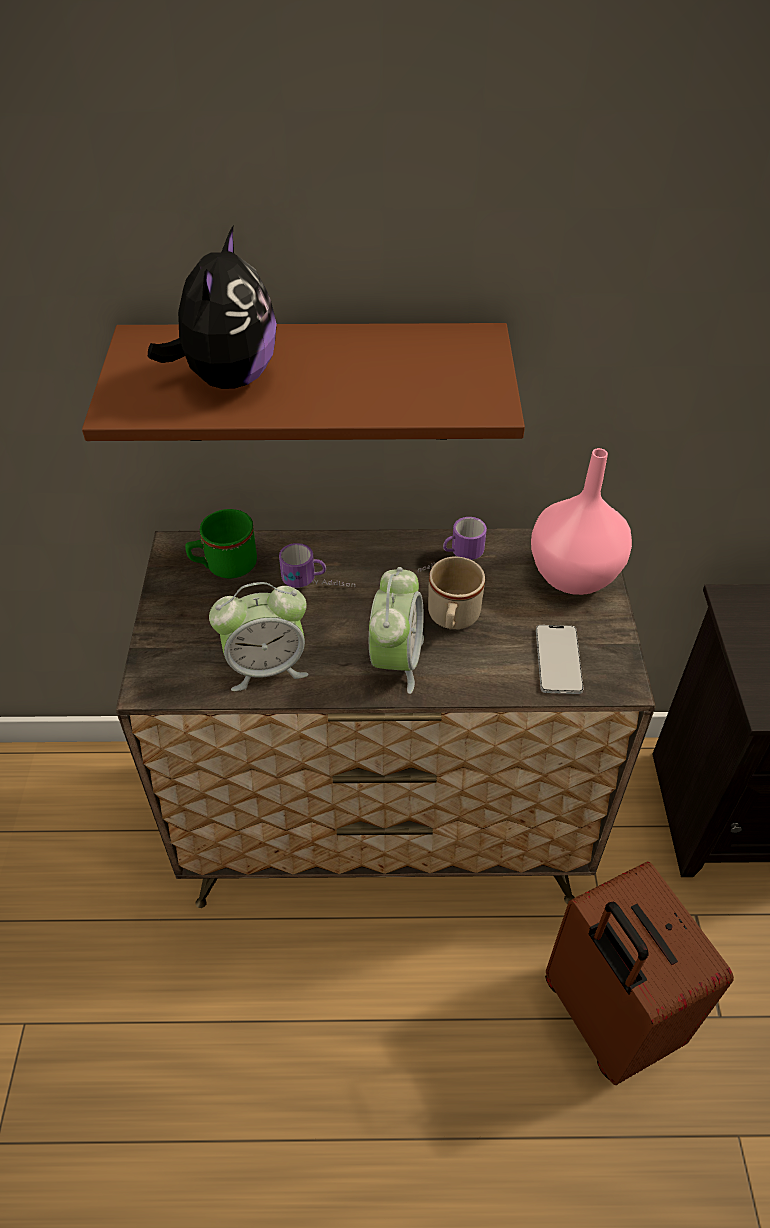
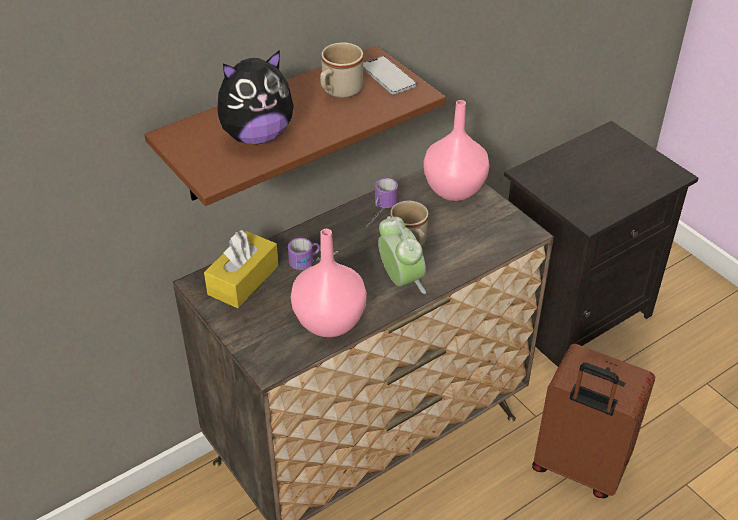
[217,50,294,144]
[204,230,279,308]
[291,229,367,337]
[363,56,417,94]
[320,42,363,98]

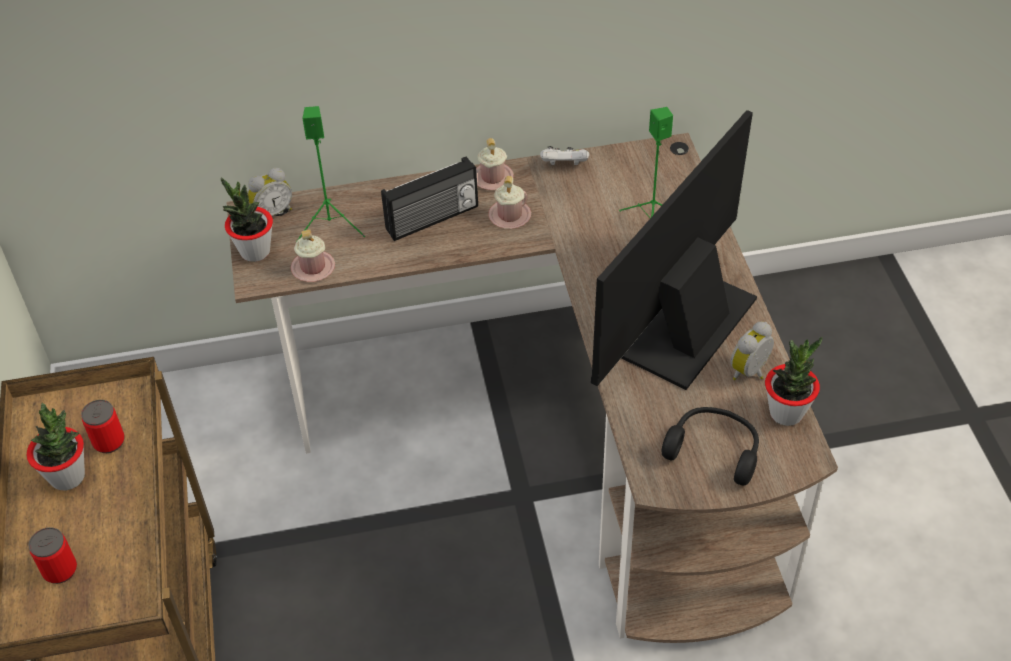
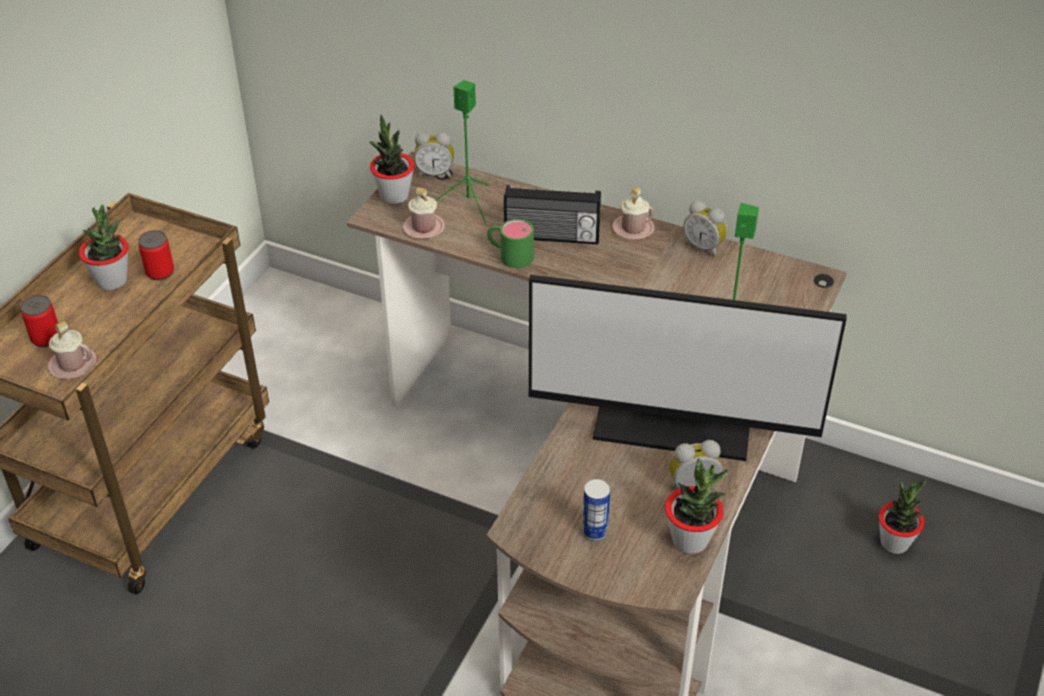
[529,275,847,461]
[684,200,727,257]
[48,321,97,379]
[582,479,610,541]
[487,219,534,268]
[879,477,926,554]

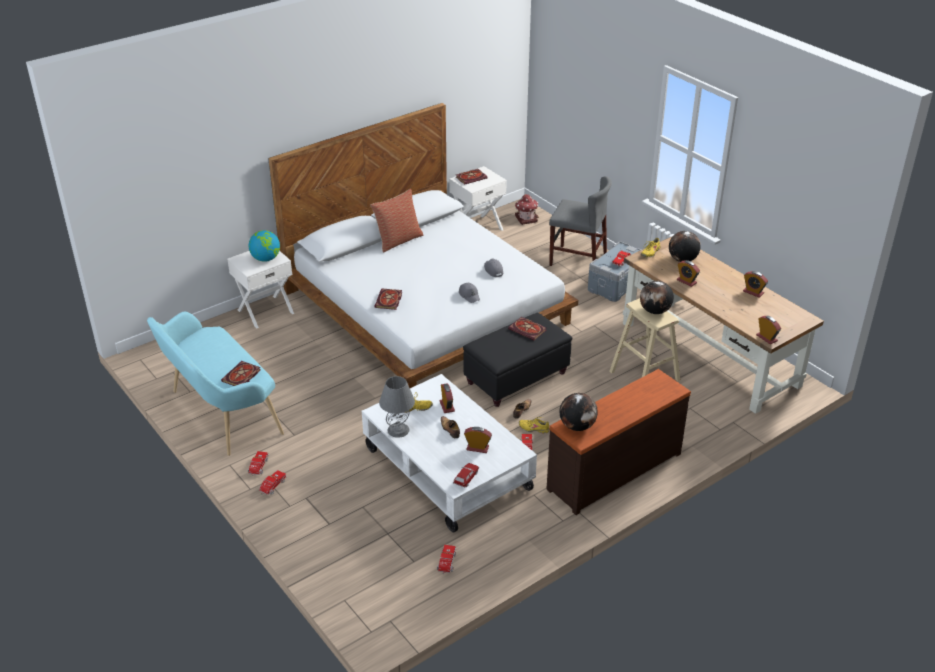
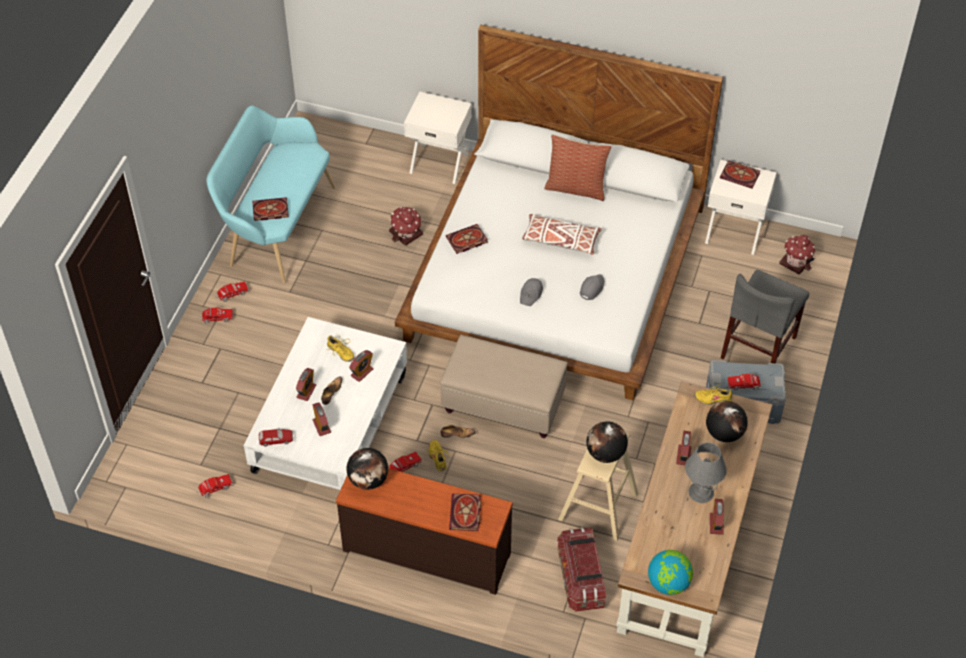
[721,270,809,363]
[648,550,693,595]
[440,335,568,438]
[296,368,316,401]
[449,494,481,531]
[685,442,727,503]
[389,207,423,246]
[522,214,602,255]
[557,527,606,611]

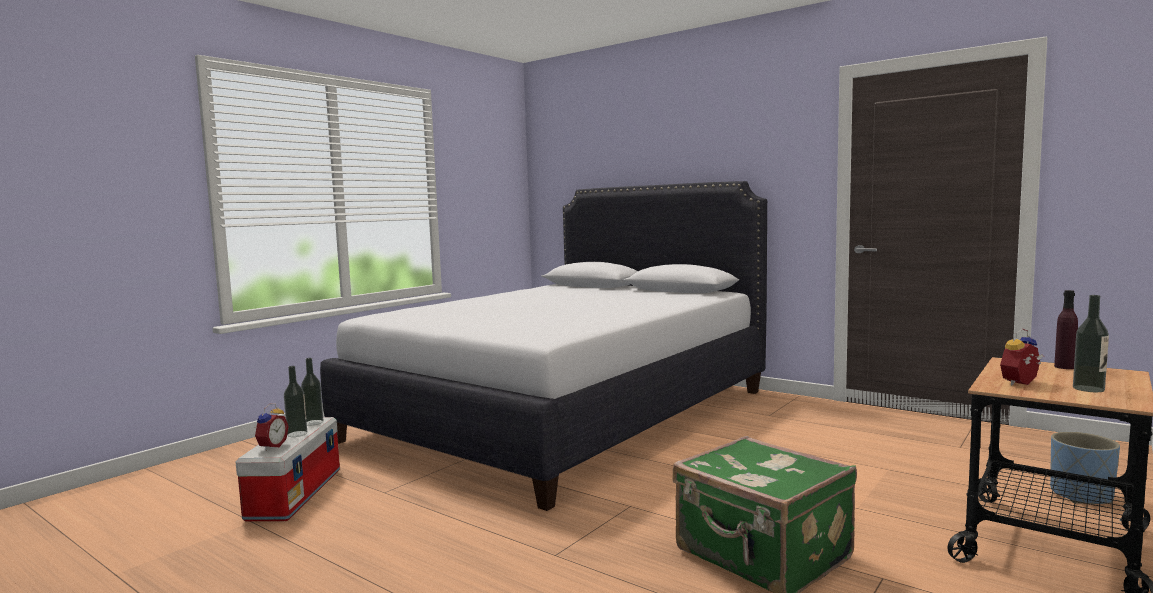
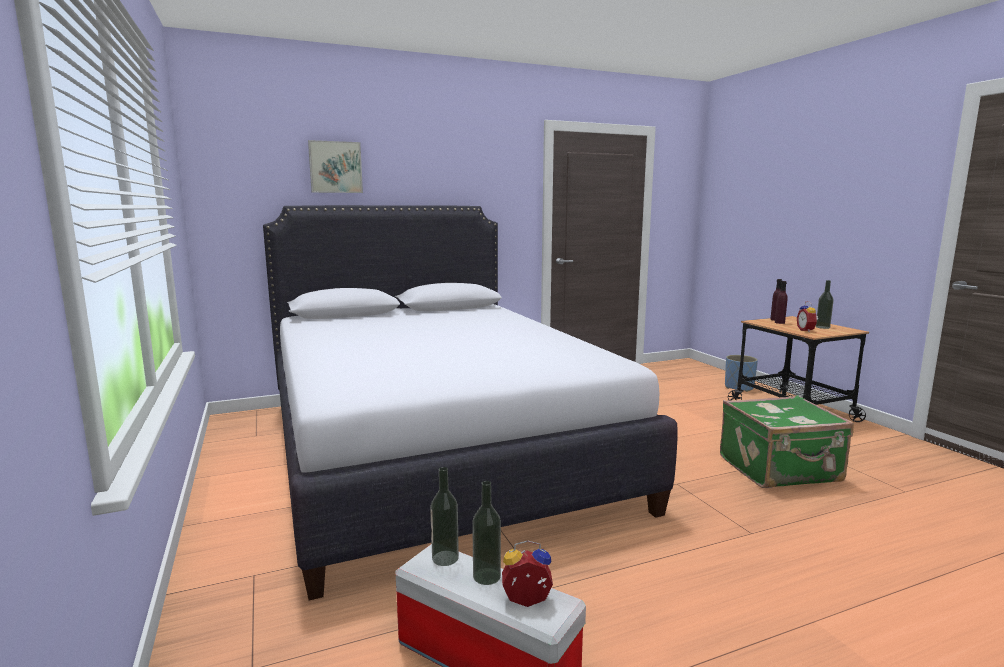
[502,540,553,607]
[308,140,363,193]
[775,281,788,324]

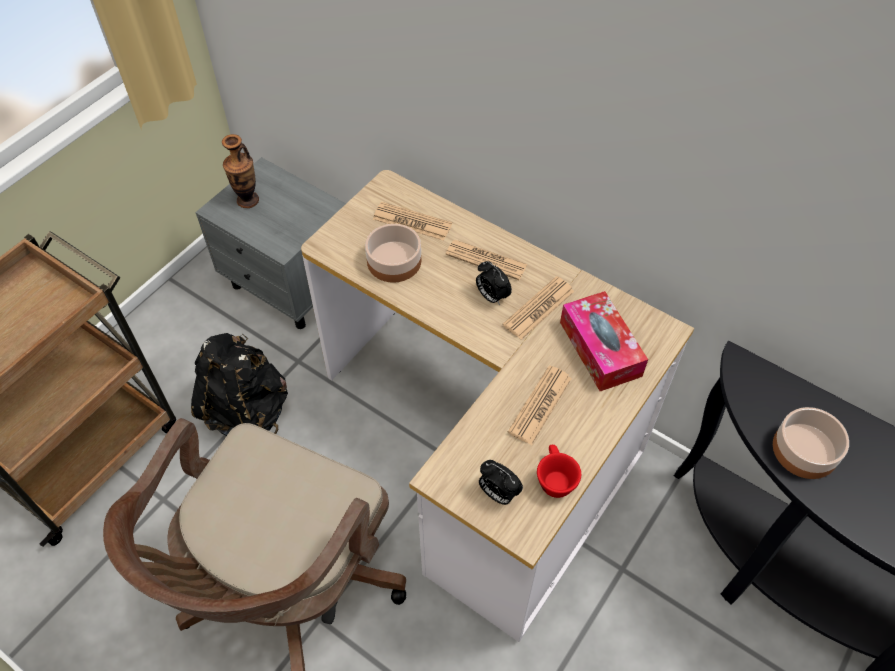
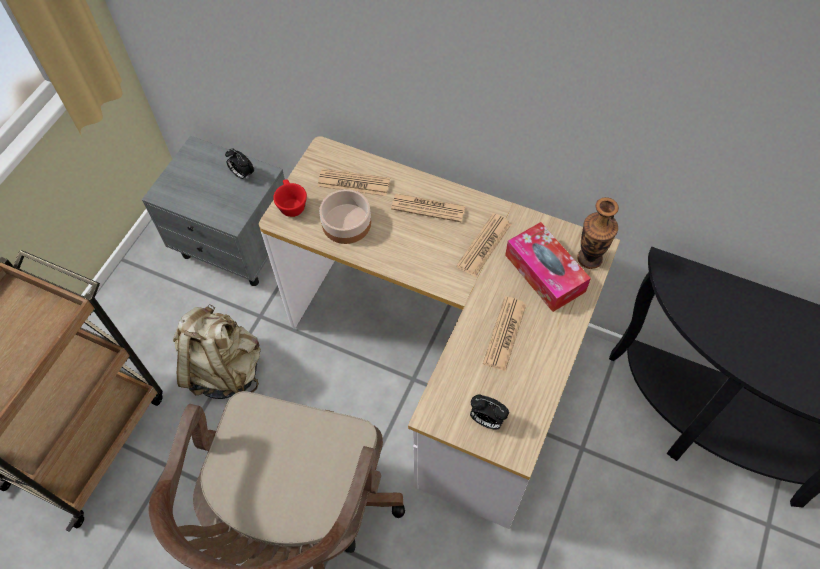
[577,197,619,269]
[225,149,254,180]
[173,304,261,399]
[773,407,849,479] (first image)
[273,179,307,217]

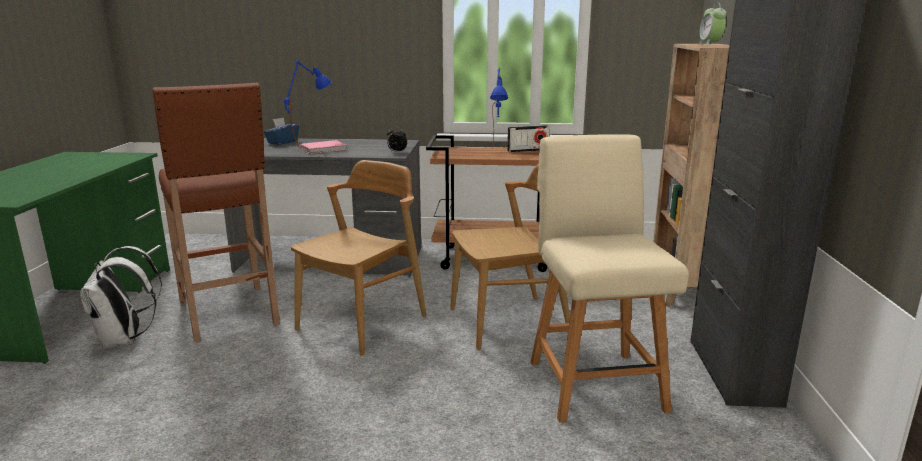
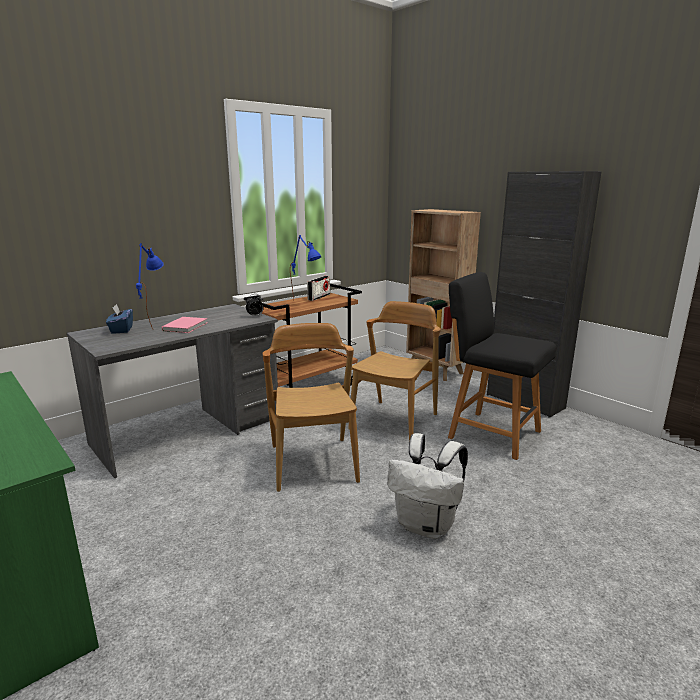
[698,3,727,46] (first image)
[153,83,280,343] (first image)
[448,272,556,460]
[387,433,468,539]

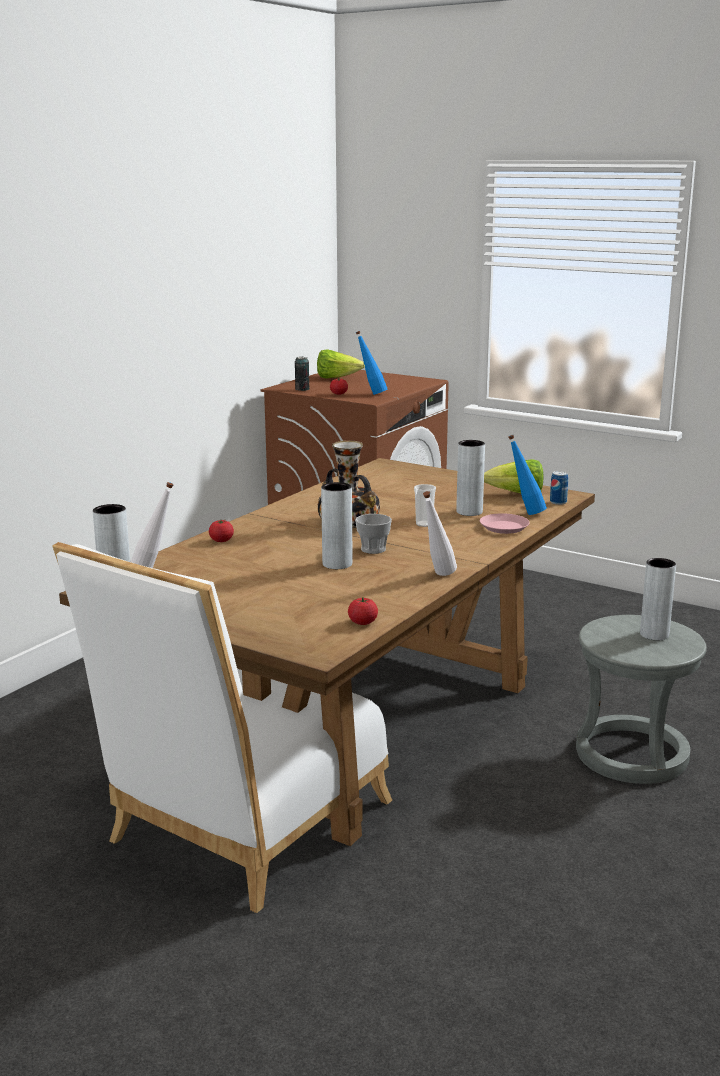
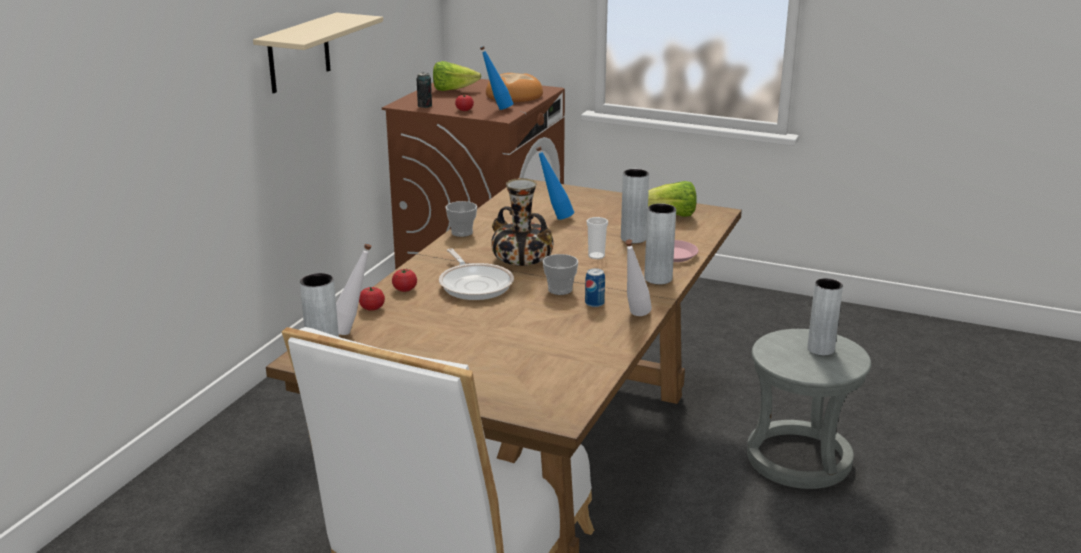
[536,146,574,220]
[585,268,605,307]
[644,203,676,284]
[359,287,385,311]
[253,12,383,93]
[486,73,543,102]
[446,201,477,237]
[439,248,514,300]

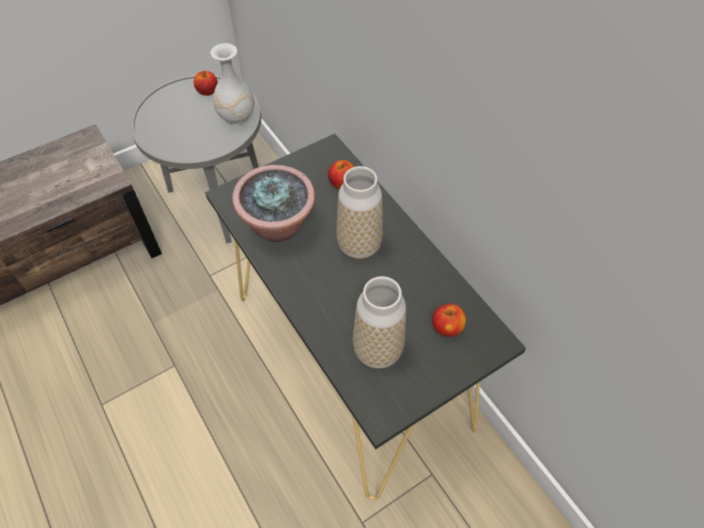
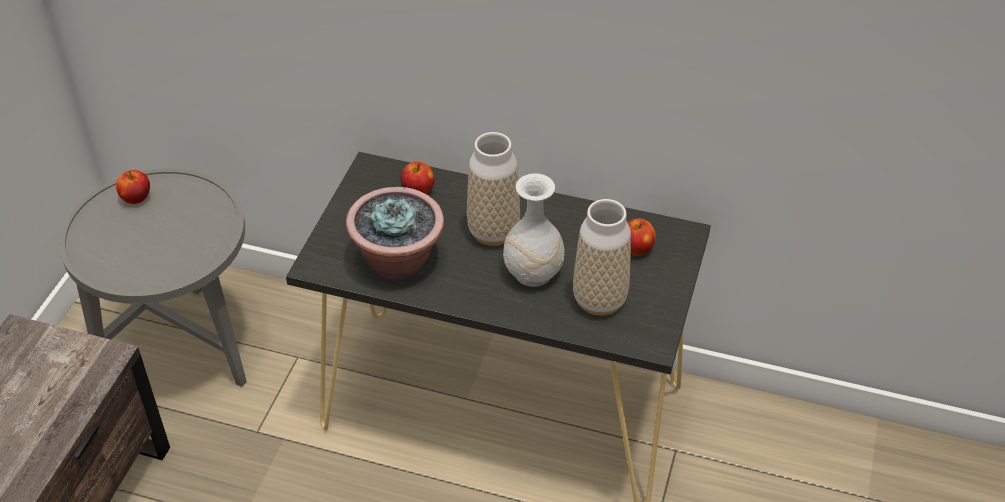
[503,173,565,287]

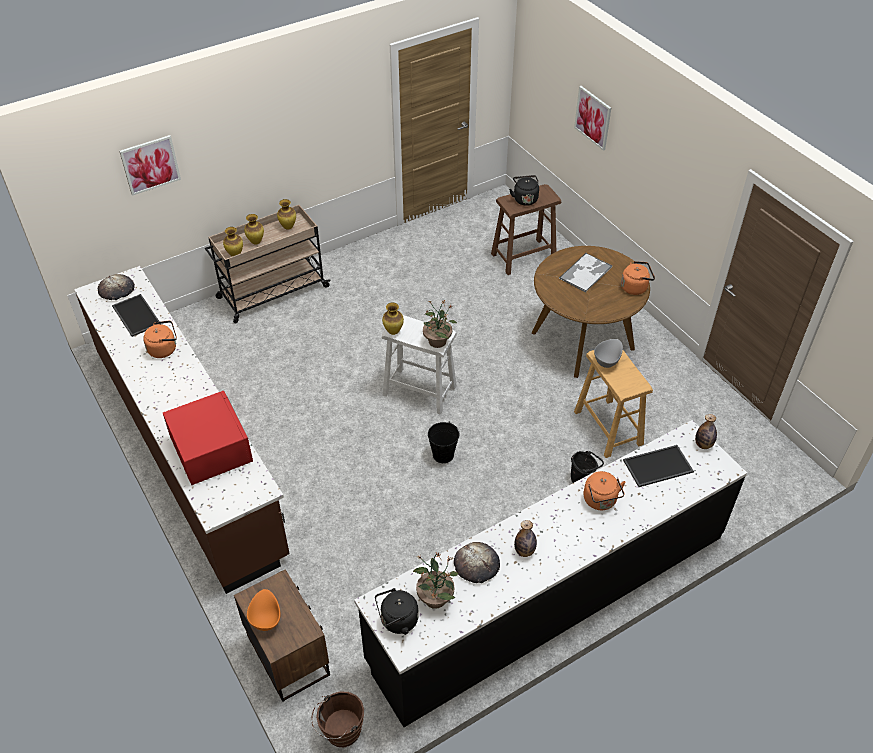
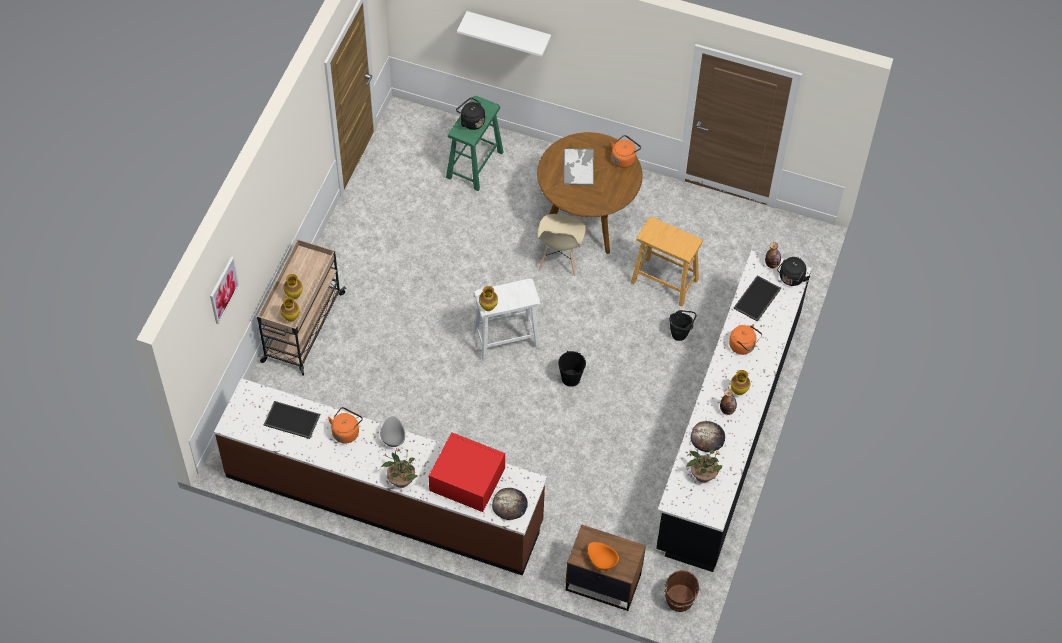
[457,11,551,57]
[446,96,503,191]
[730,370,750,395]
[492,488,528,520]
[382,448,418,488]
[380,416,405,447]
[777,257,810,286]
[538,214,586,276]

